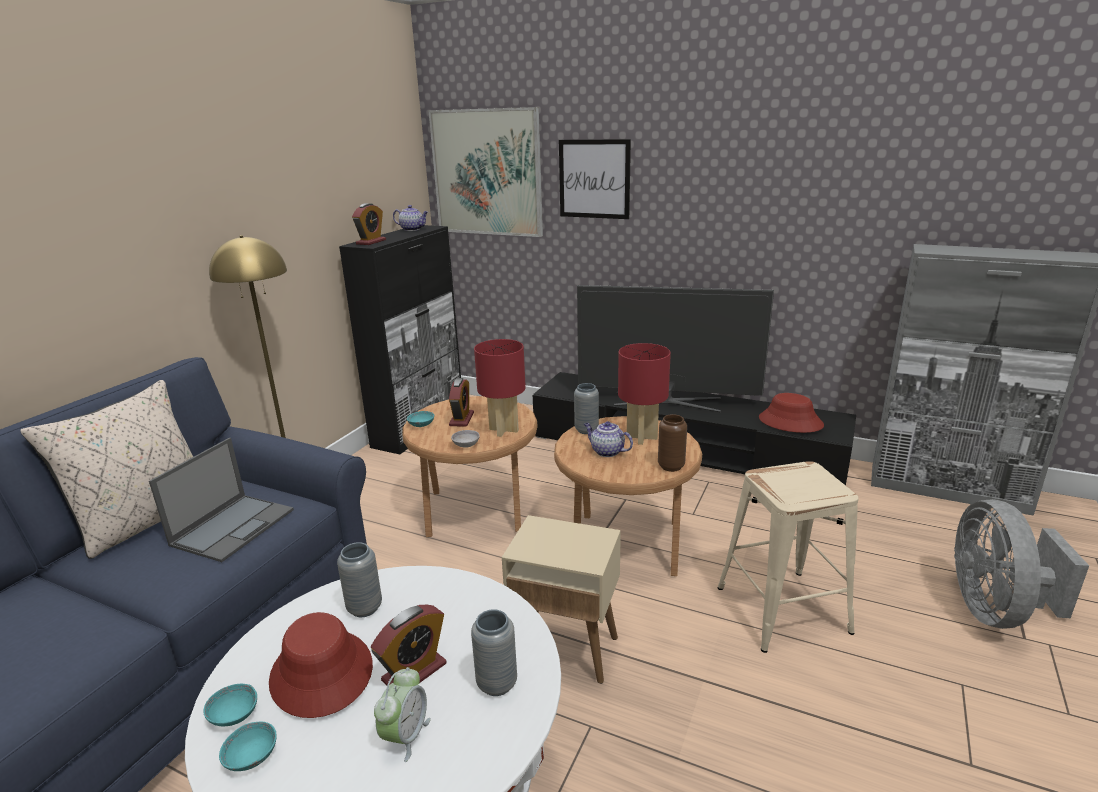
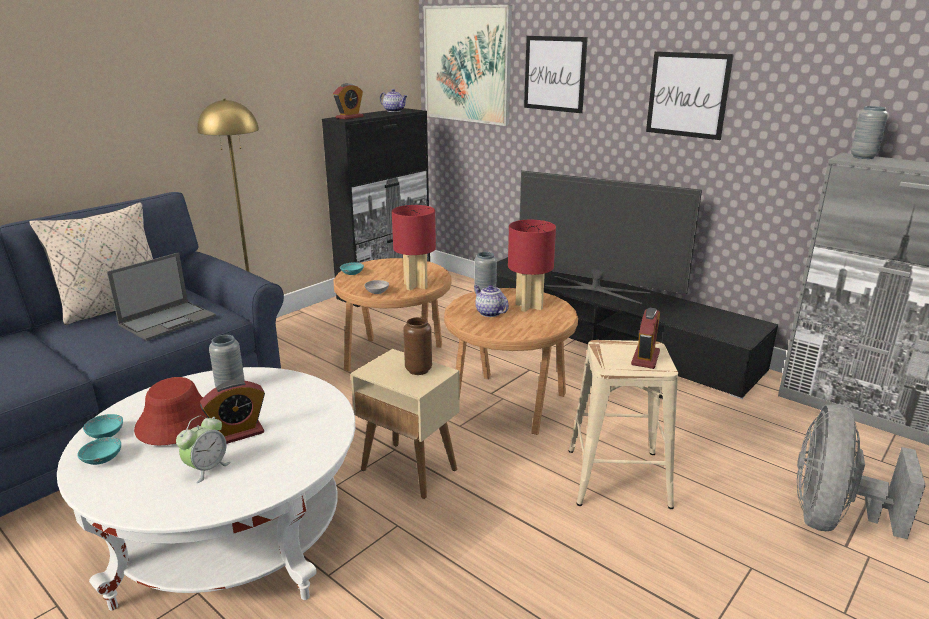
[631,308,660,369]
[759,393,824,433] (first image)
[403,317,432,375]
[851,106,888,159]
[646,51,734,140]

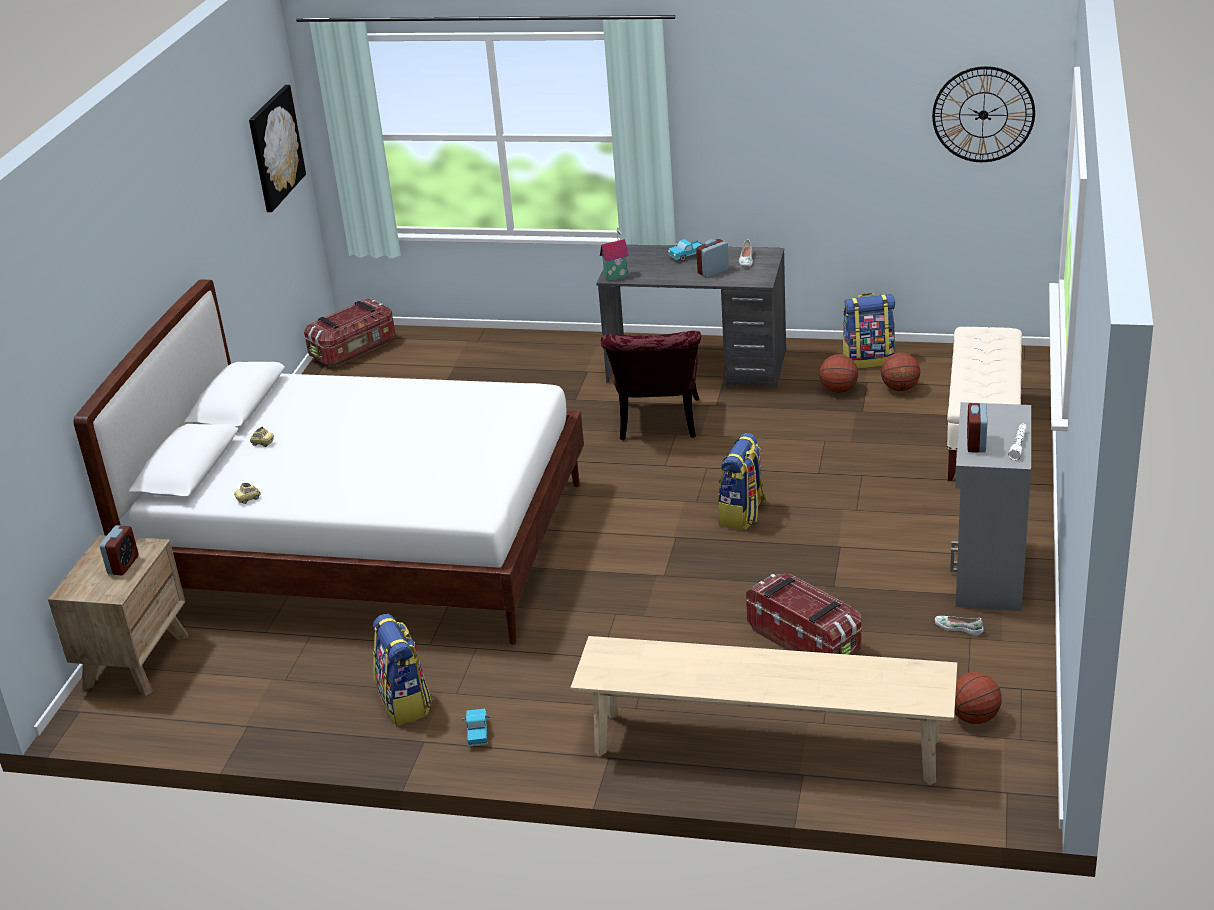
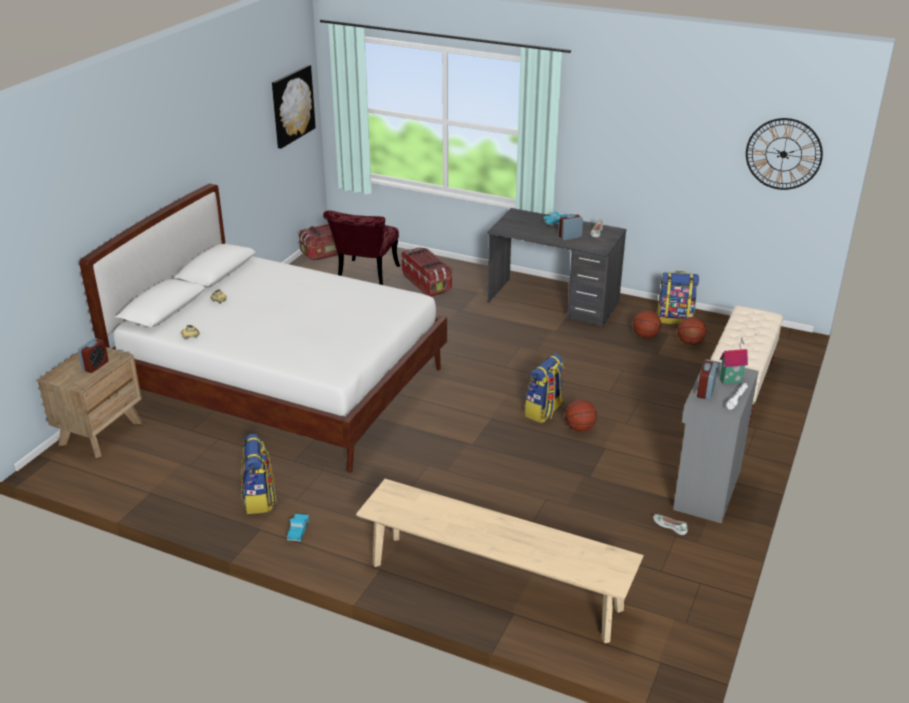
[720,337,748,384]
[323,210,400,285]
[401,247,452,297]
[565,400,597,431]

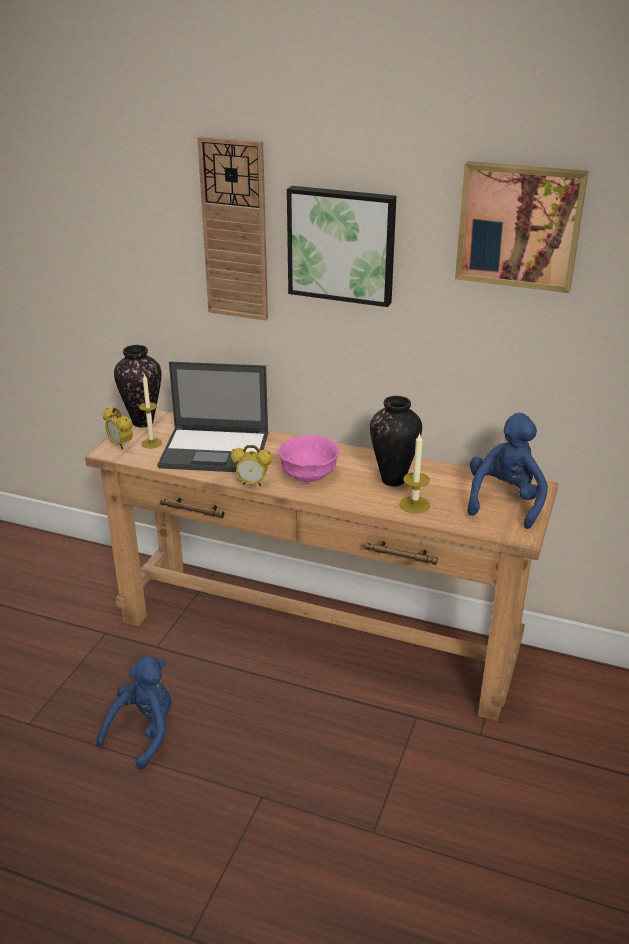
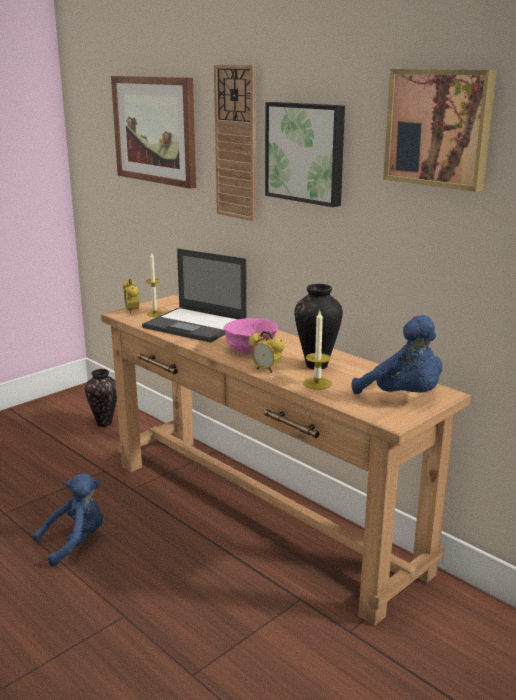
[85,369,117,427]
[352,315,442,394]
[249,331,284,373]
[111,76,196,189]

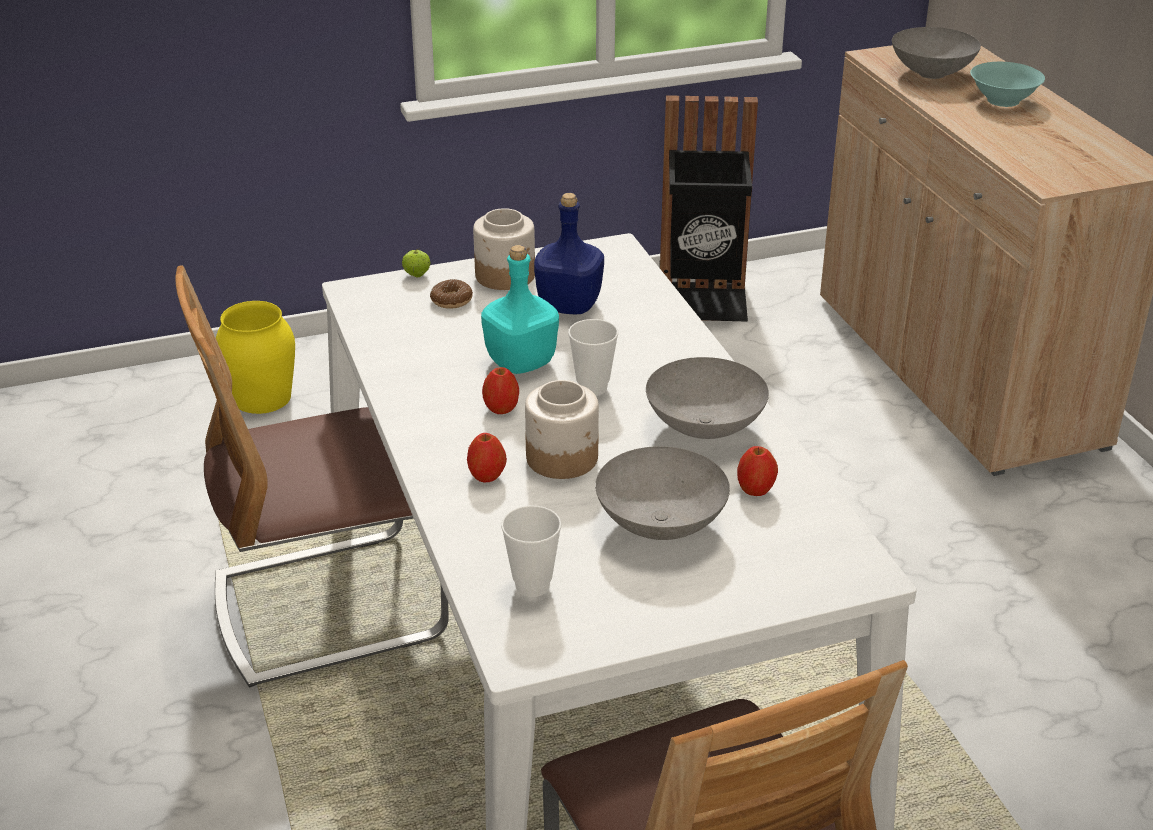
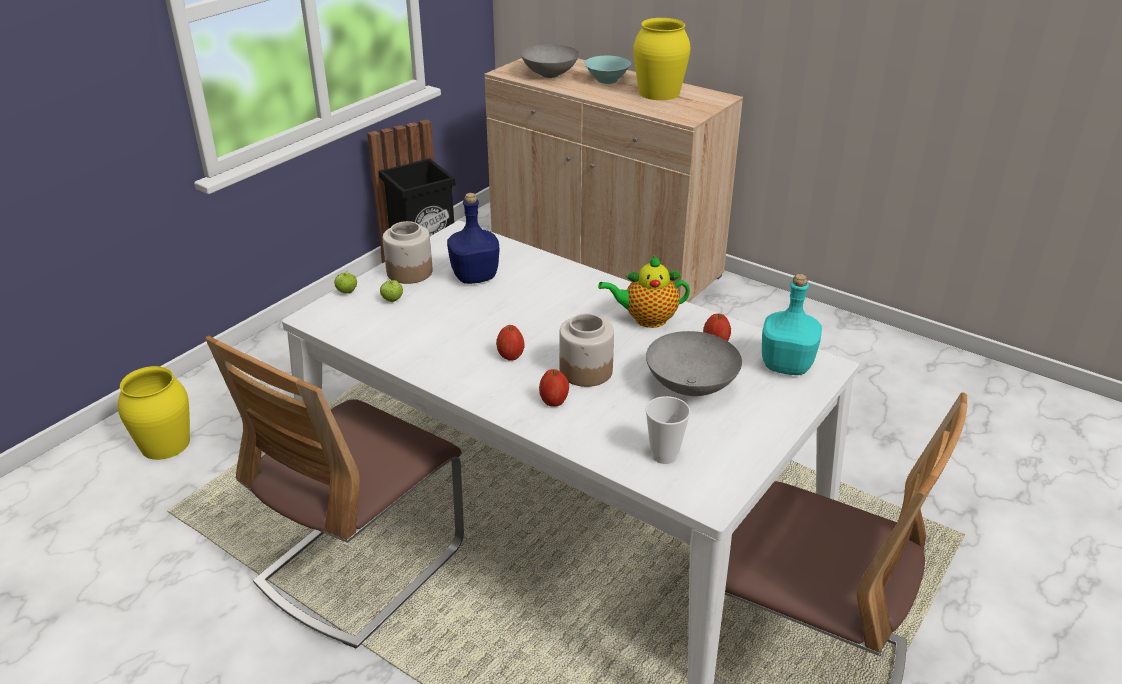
[762,274,822,375]
[380,278,403,302]
[568,319,618,396] (first image)
[598,255,690,328]
[633,18,690,100]

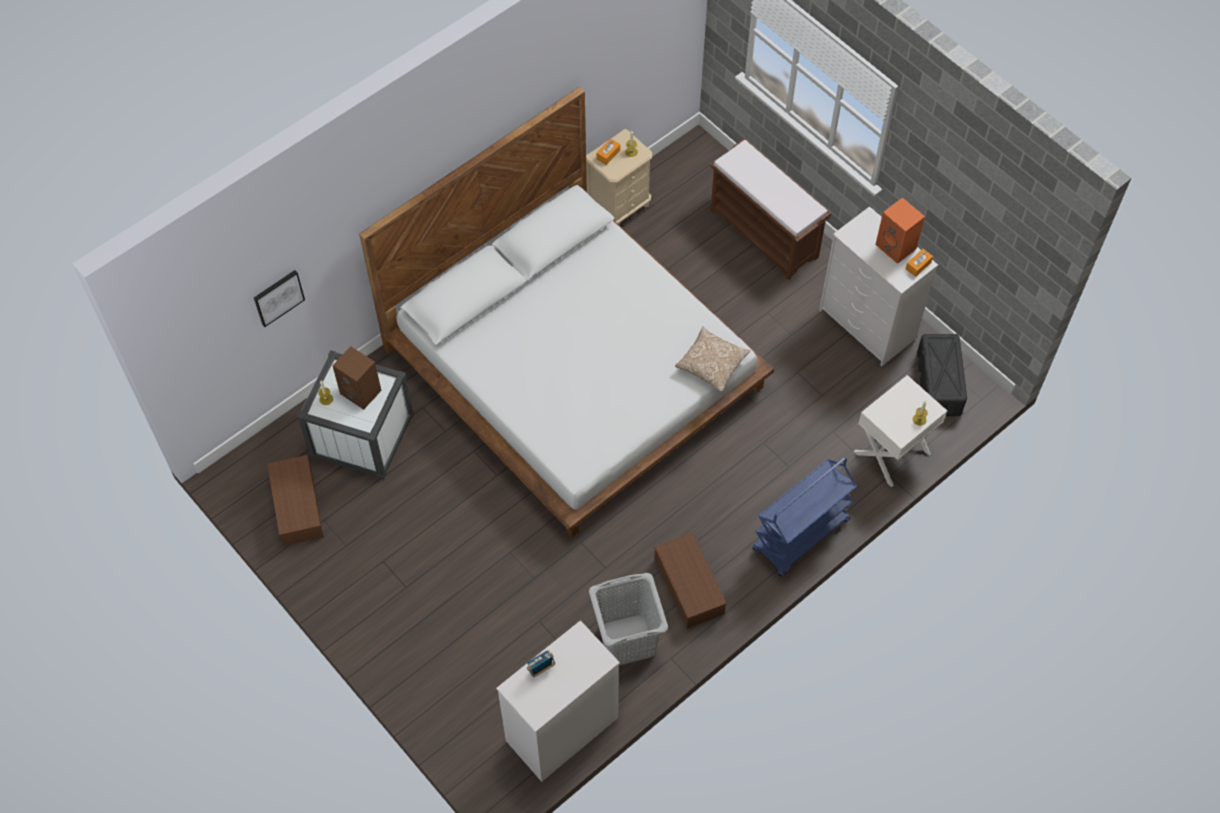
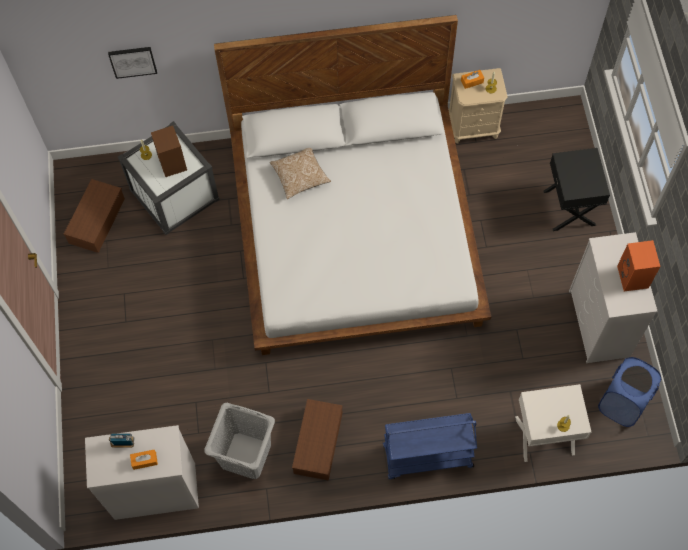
[543,148,610,231]
[130,450,158,470]
[270,148,331,199]
[598,357,662,427]

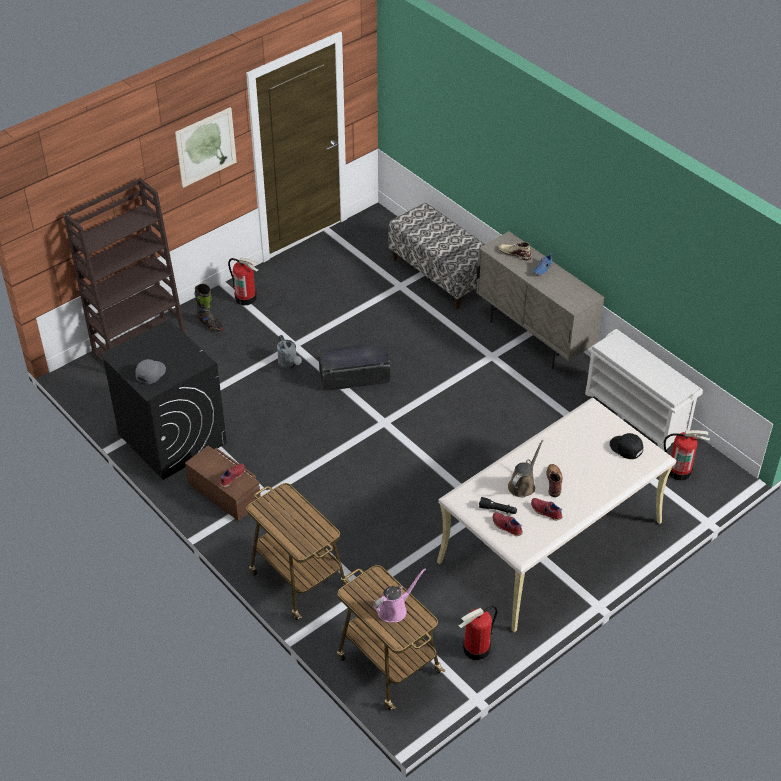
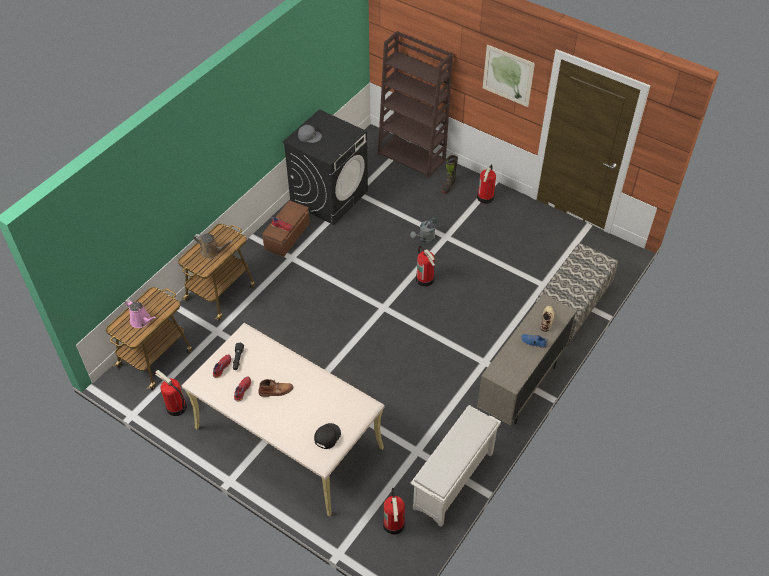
[416,246,435,287]
[194,234,233,259]

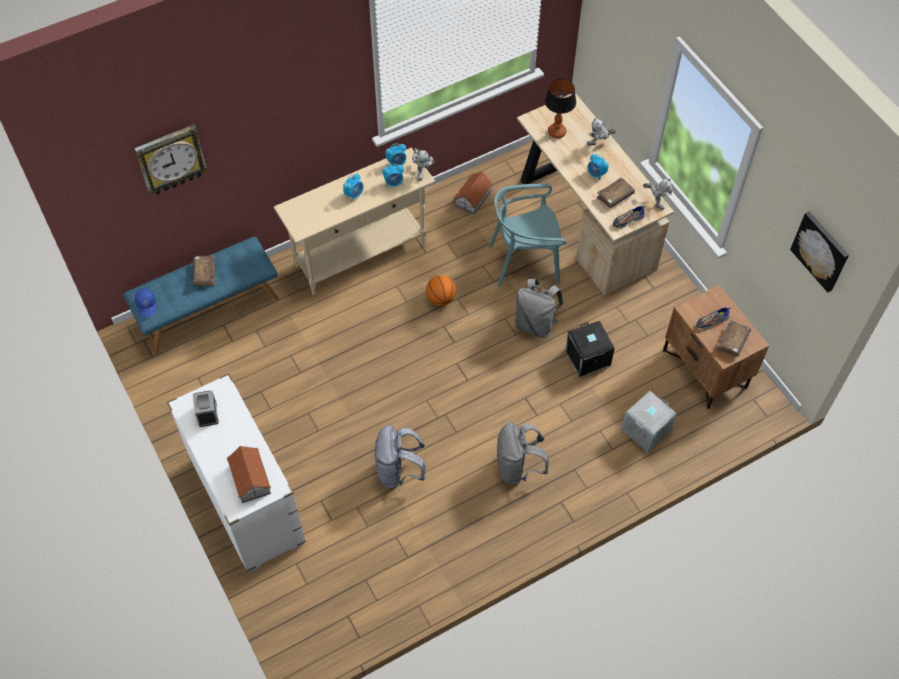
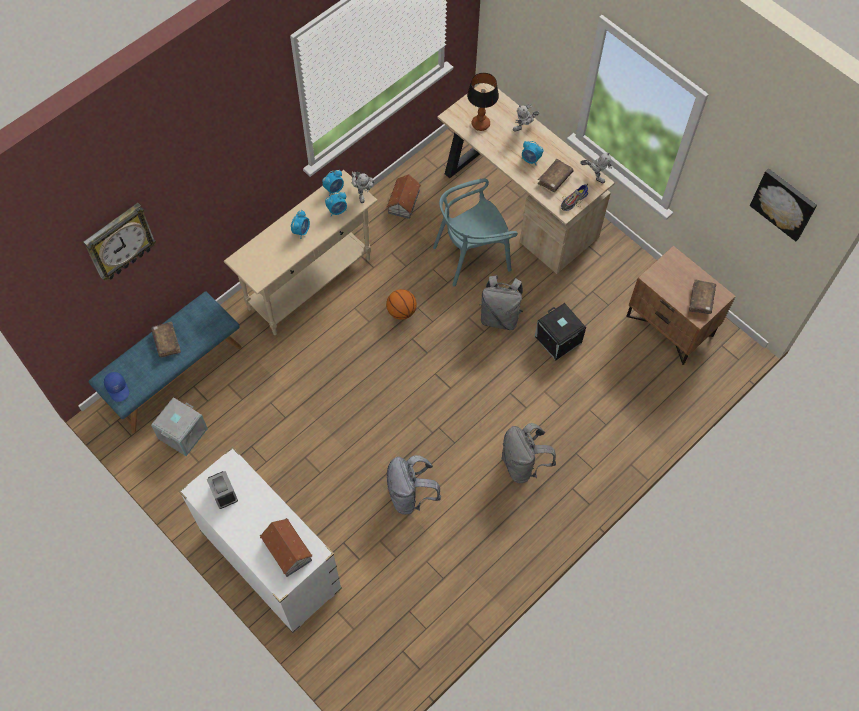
[696,307,730,329] (first image)
[151,397,208,456]

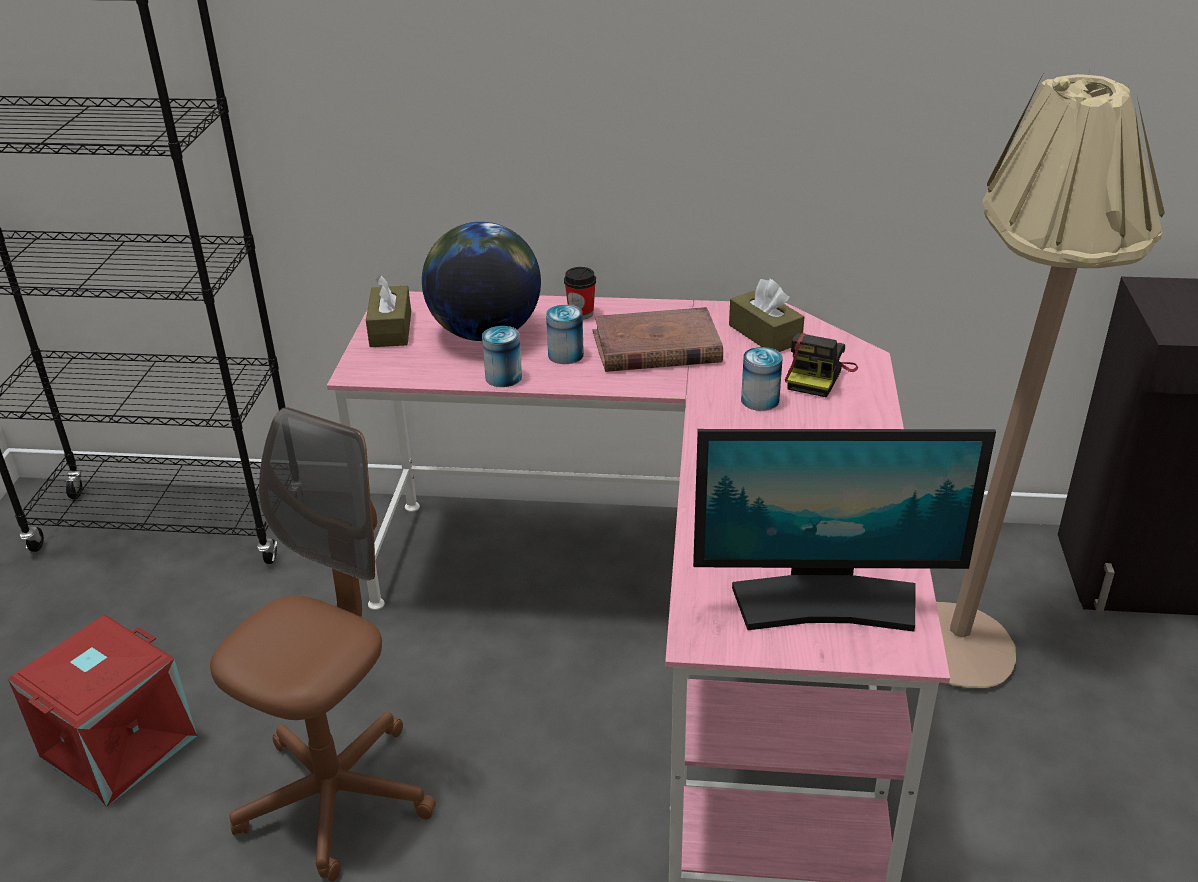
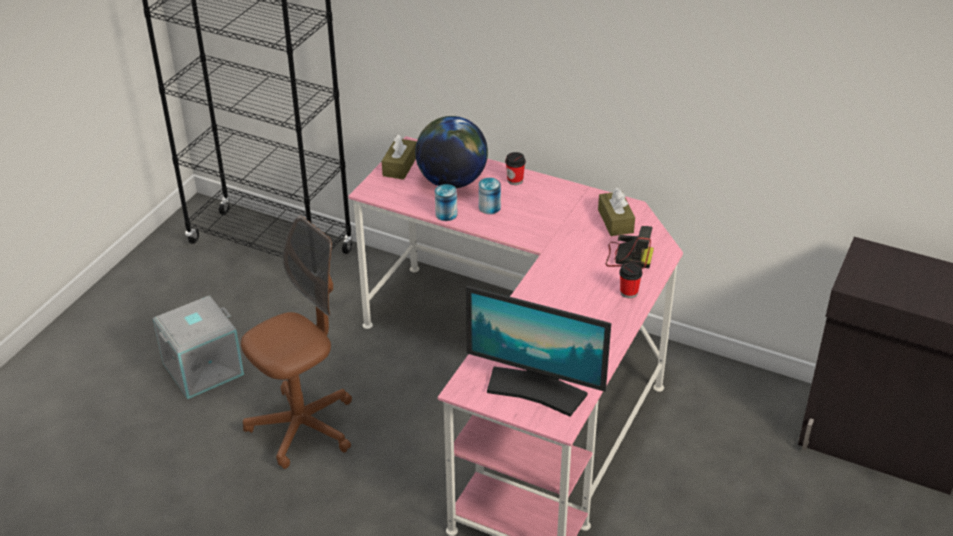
[936,70,1165,688] (first image)
[593,307,723,372] (first image)
[606,226,654,269]
[741,347,783,411] (first image)
[153,295,244,399]
[619,262,642,298]

